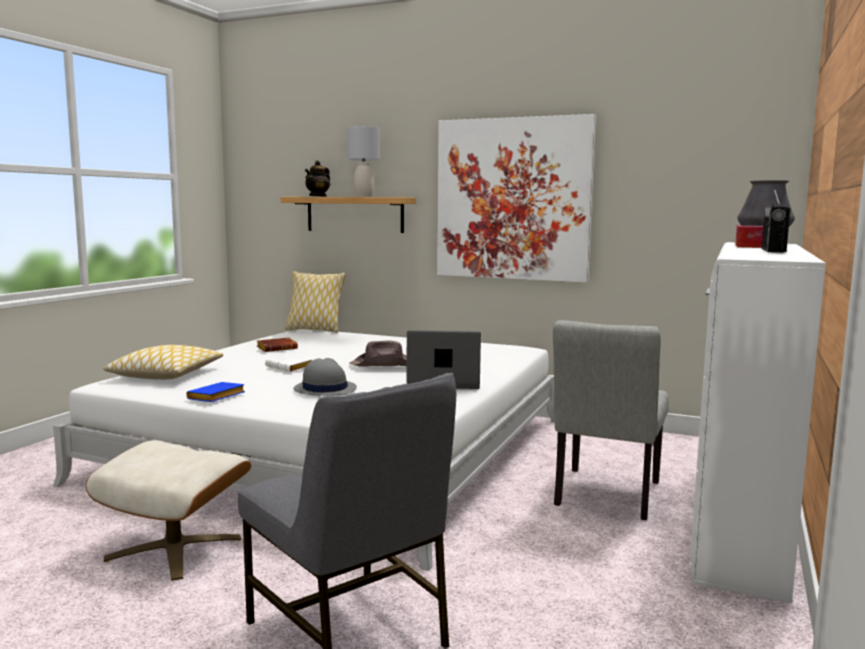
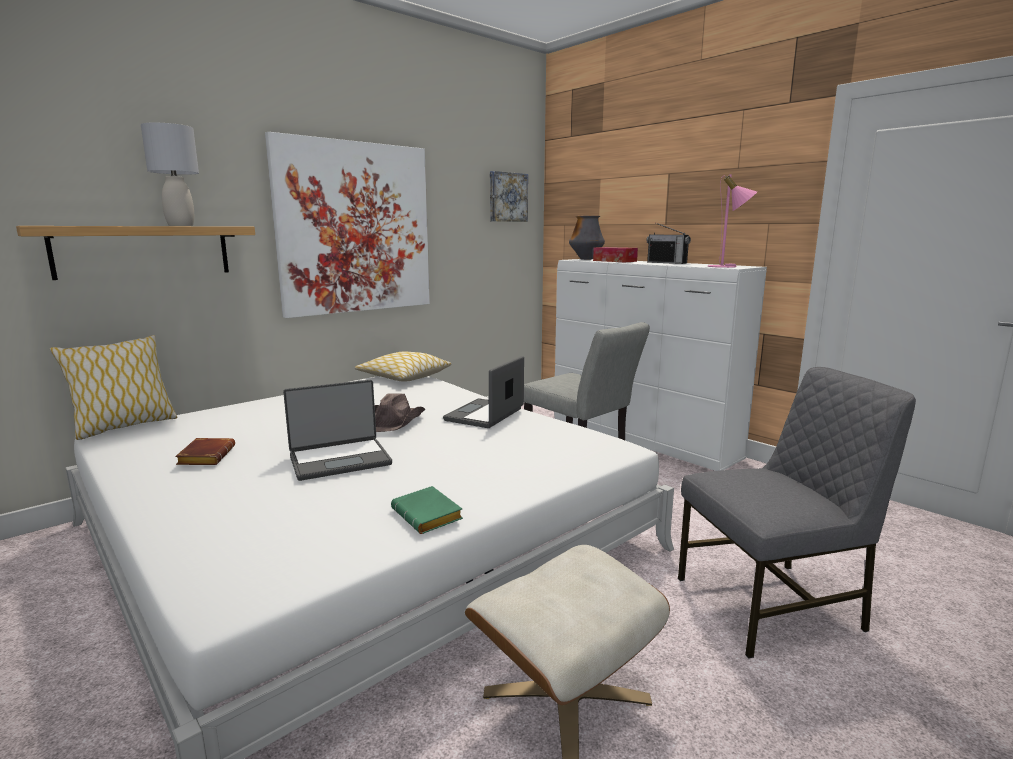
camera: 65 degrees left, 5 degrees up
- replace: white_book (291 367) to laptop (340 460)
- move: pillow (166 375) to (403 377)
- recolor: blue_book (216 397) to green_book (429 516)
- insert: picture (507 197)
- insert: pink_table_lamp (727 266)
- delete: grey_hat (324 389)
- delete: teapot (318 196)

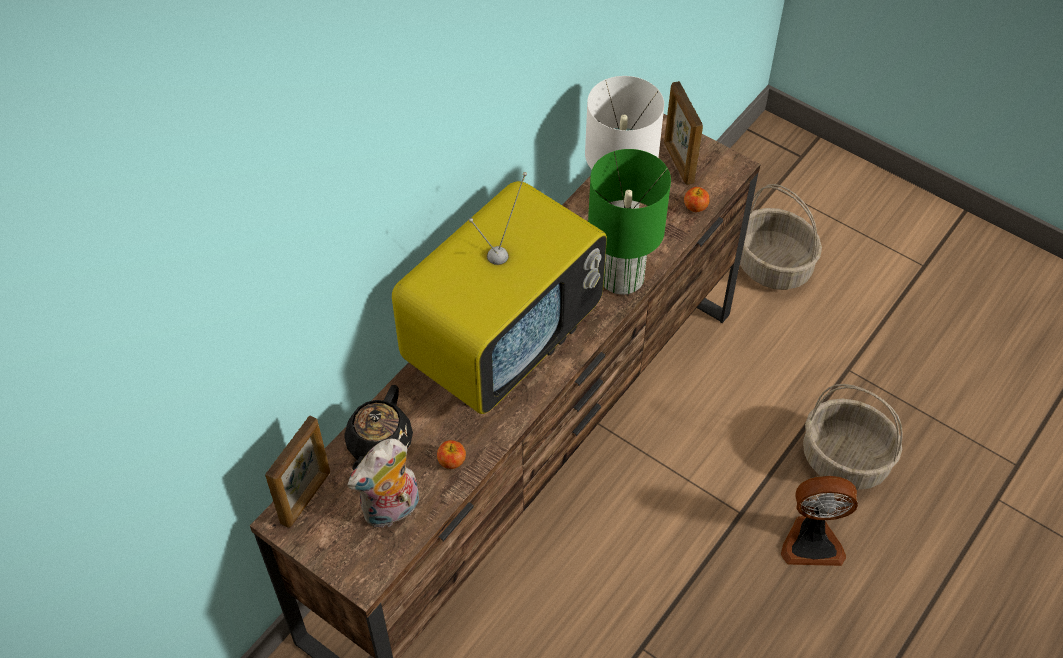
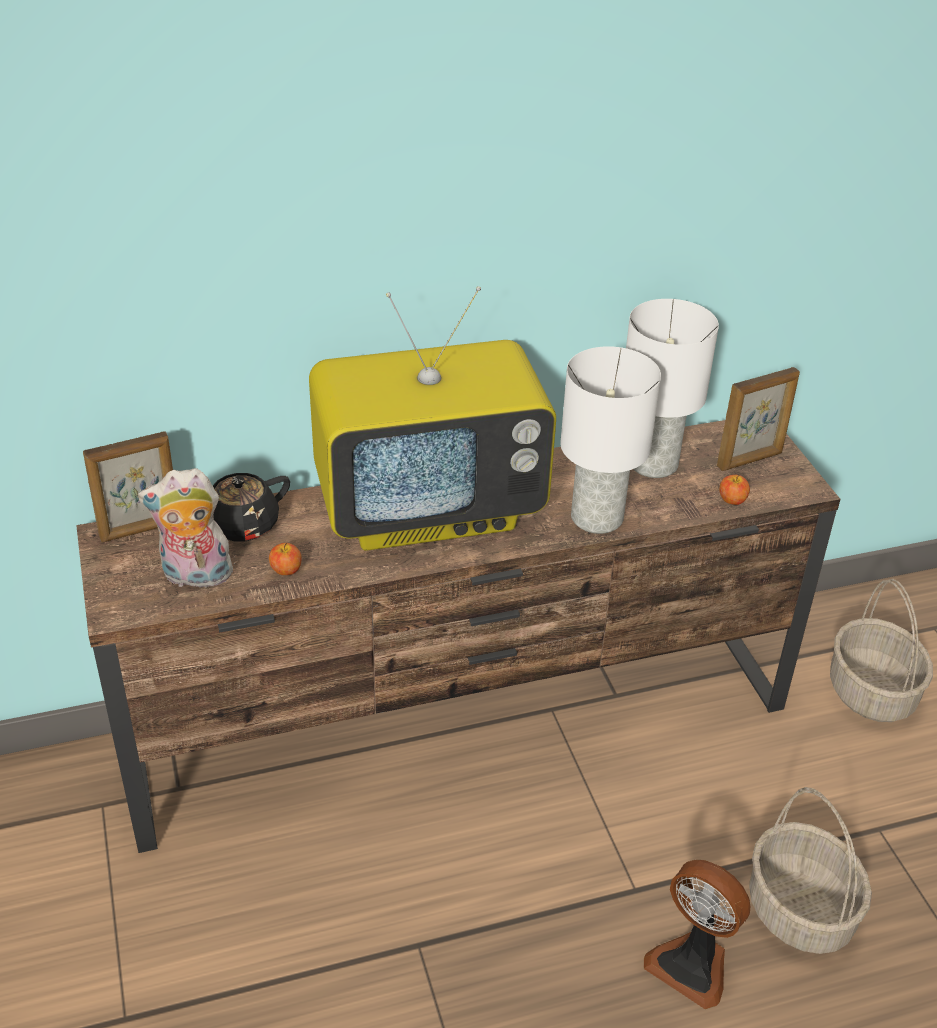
camera: 35 degrees right, 15 degrees down
- recolor: green_table_lamp (621 278) to white_table_lamp (595 518)
- rotate: picture_frame (678 163) = (750 460) 135 degrees counterclockwise

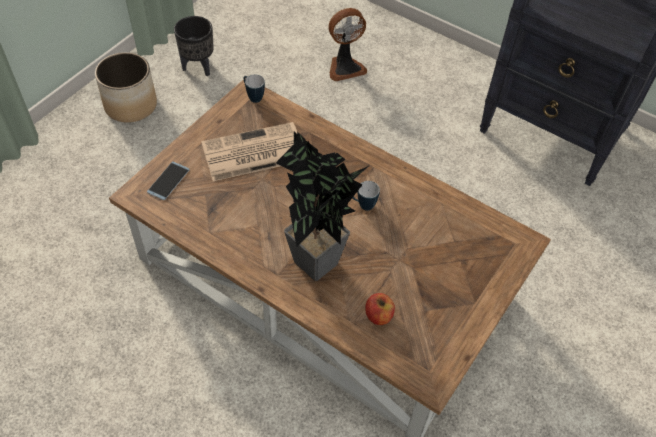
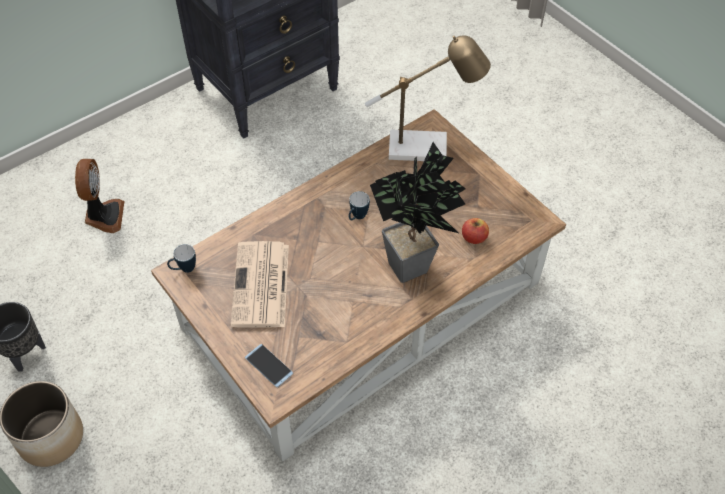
camera: 70 degrees left, 0 degrees up
- insert: table_lamp (426 147)

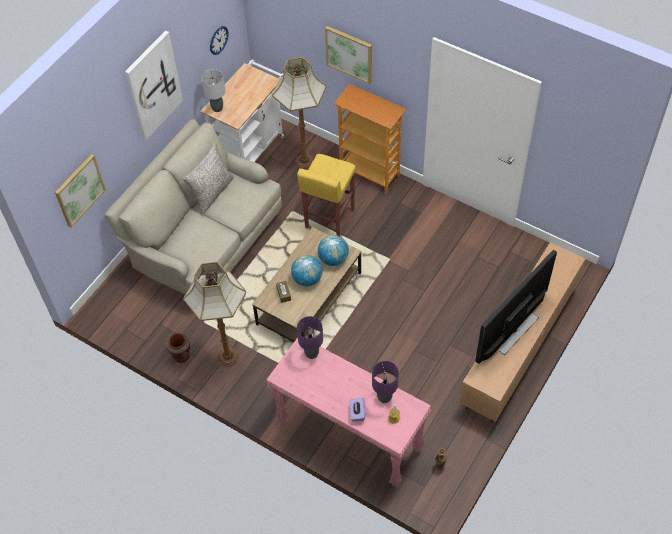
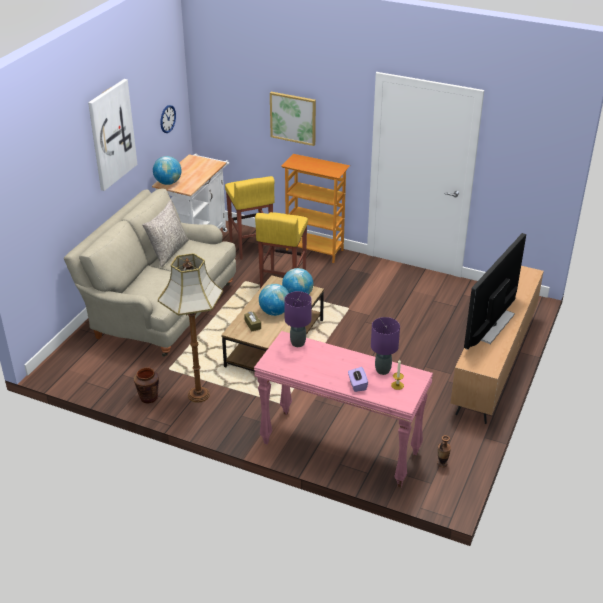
camera: 10 degrees left, 20 degrees down
- replace: grey_table_lamp (217 108) to globe (168 183)
- replace: floor_lamp (304 162) to yellow_stool (250 247)
- delete: picture (79 190)

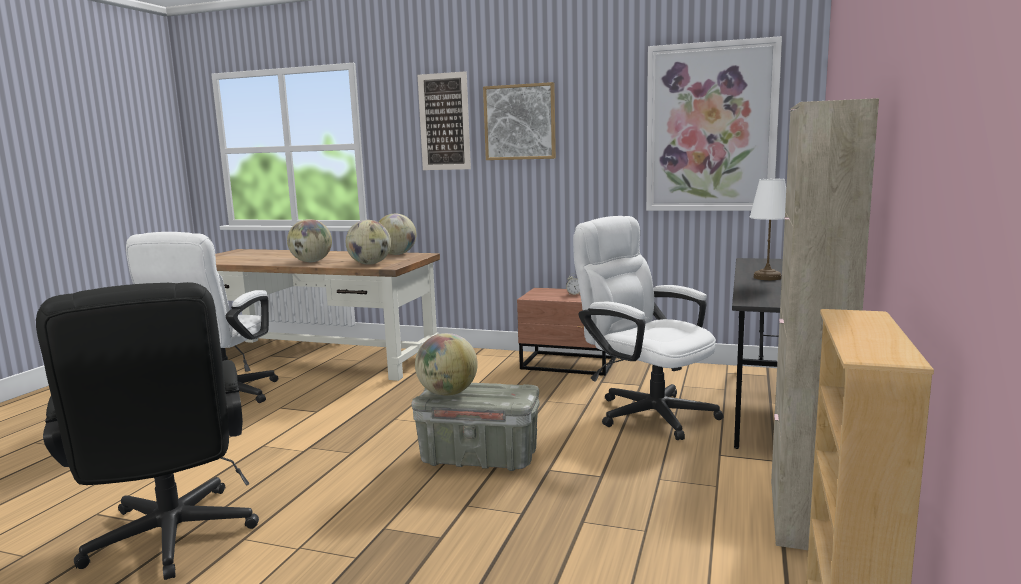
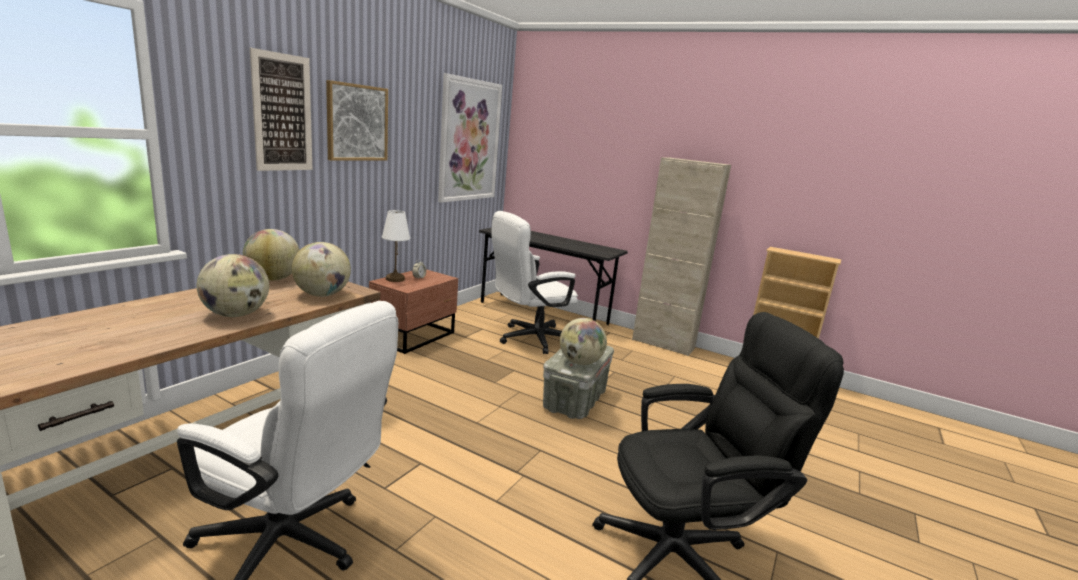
camera: 80 degrees left, 5 degrees up
- move: white_table_lamp (766 277) to (394 279)

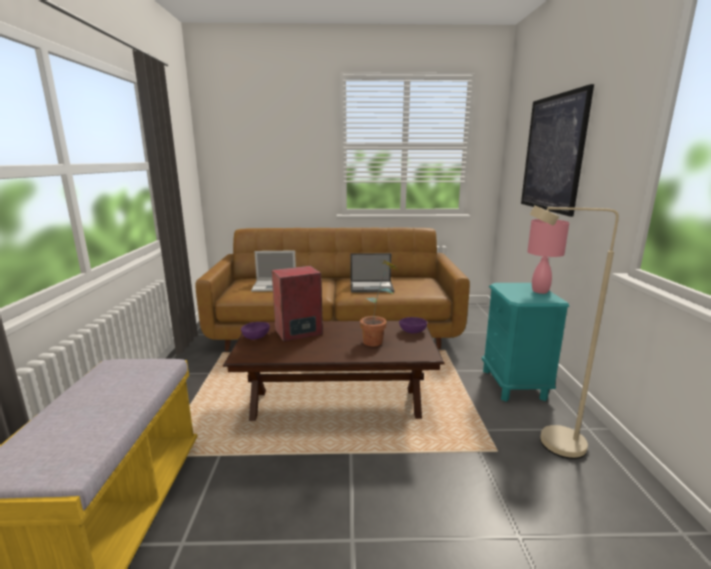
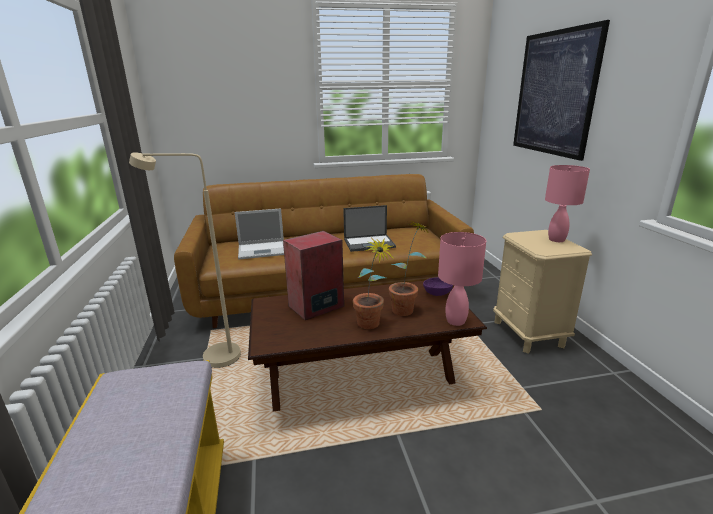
camera: 10 degrees left, 5 degrees up
- move: beige_floor_lamp (549 442) to (212 357)
- insert: potted_plant (371 326)
- insert: pink_table_lamp (456 320)
- recolor: turquoise_nightstand (514 384) to beige_nightstand (528 334)
- delete: purple_bowl (255 337)

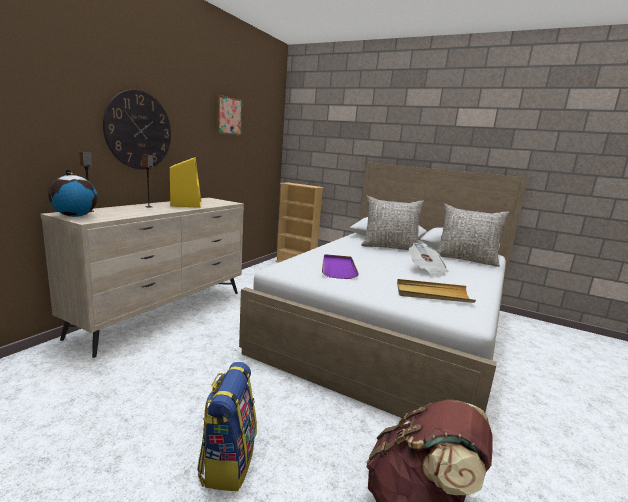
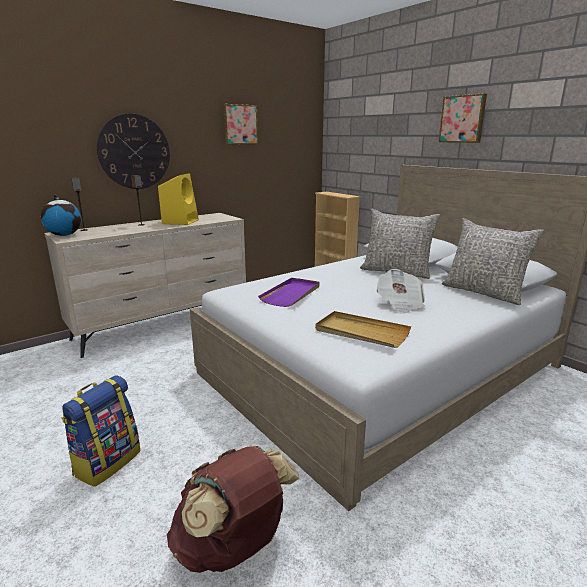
camera: 25 degrees right, 5 degrees up
- insert: picture (463 119)

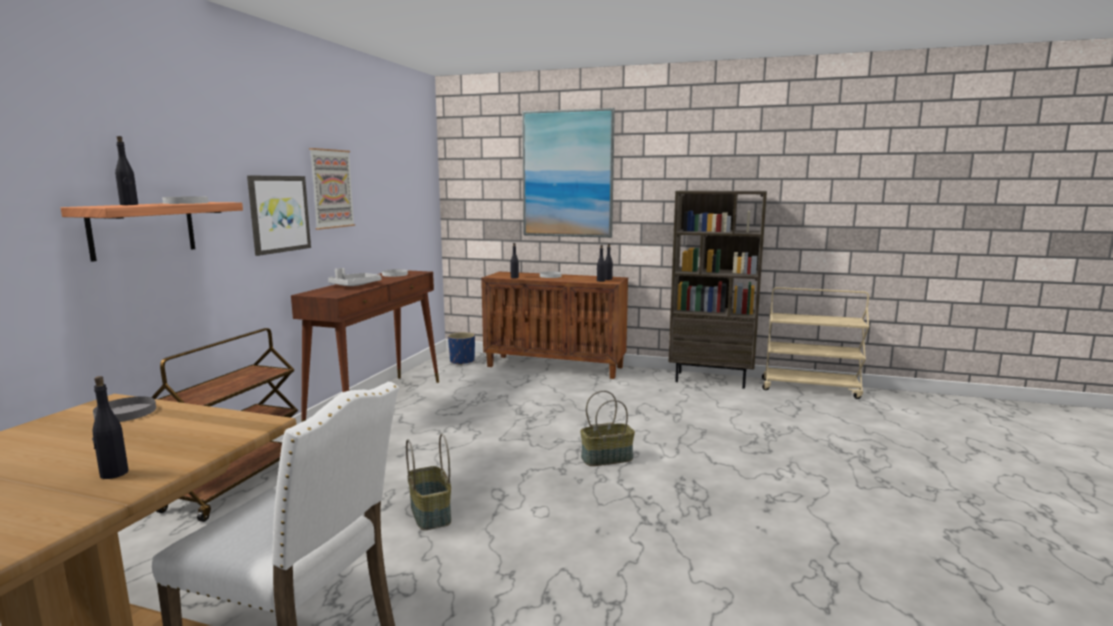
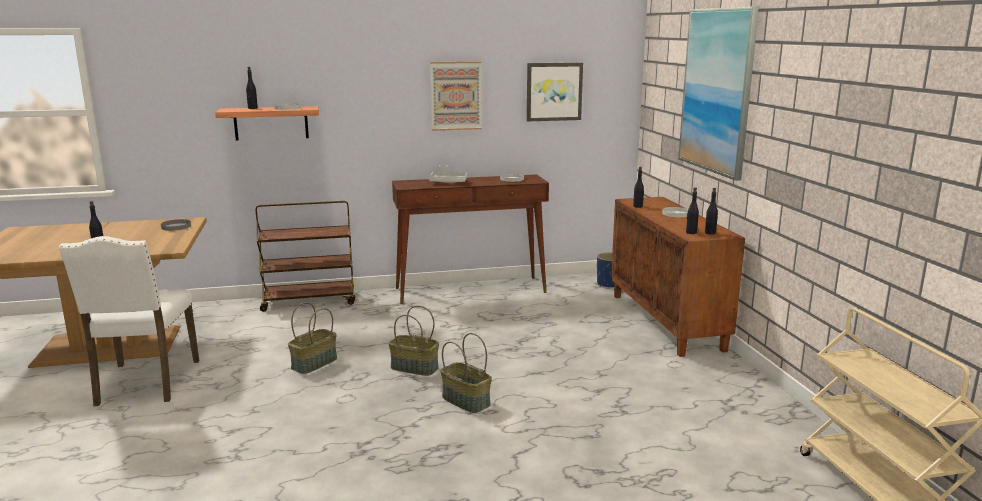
camera: 60 degrees right, 5 degrees up
- insert: basket (413 368)
- move: picture (279 214) to (554 91)
- delete: brown_bookcase (711 380)

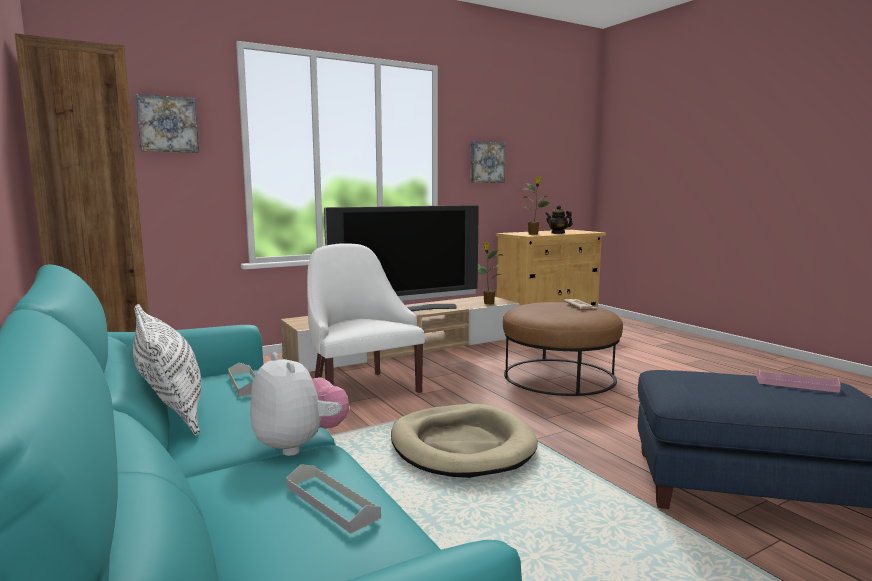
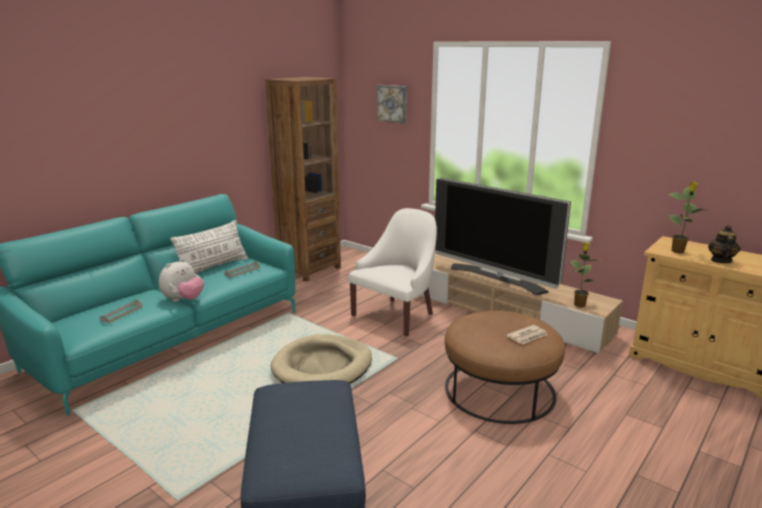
camera: 70 degrees right, 10 degrees up
- delete: picture (486 162)
- delete: pink_tray (796 384)

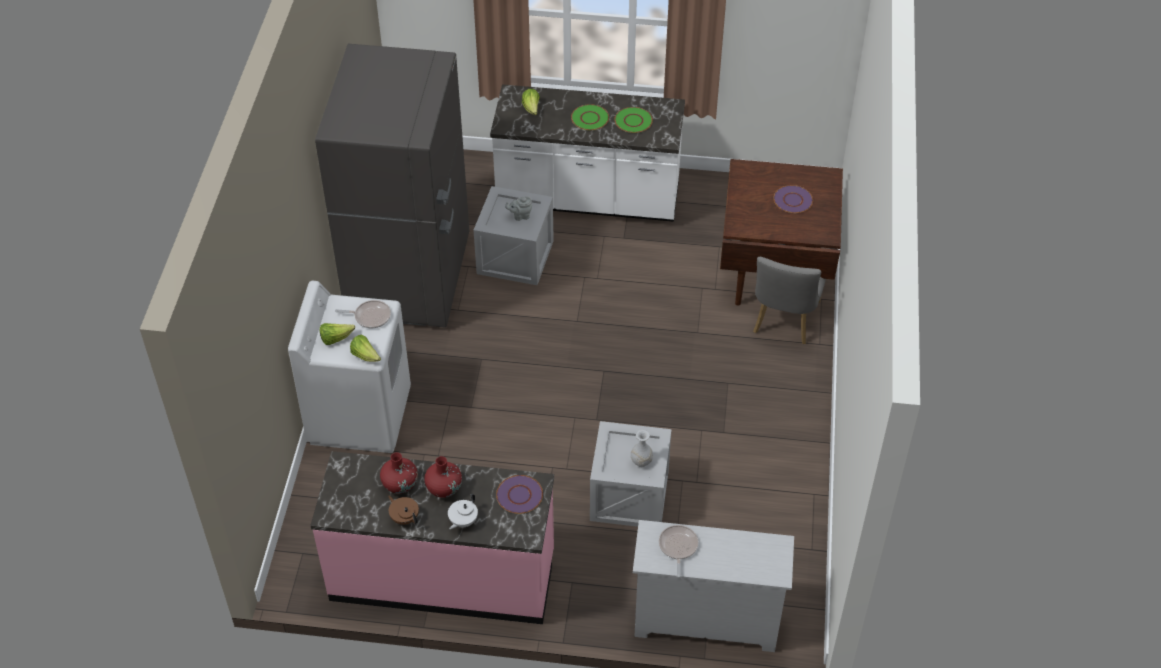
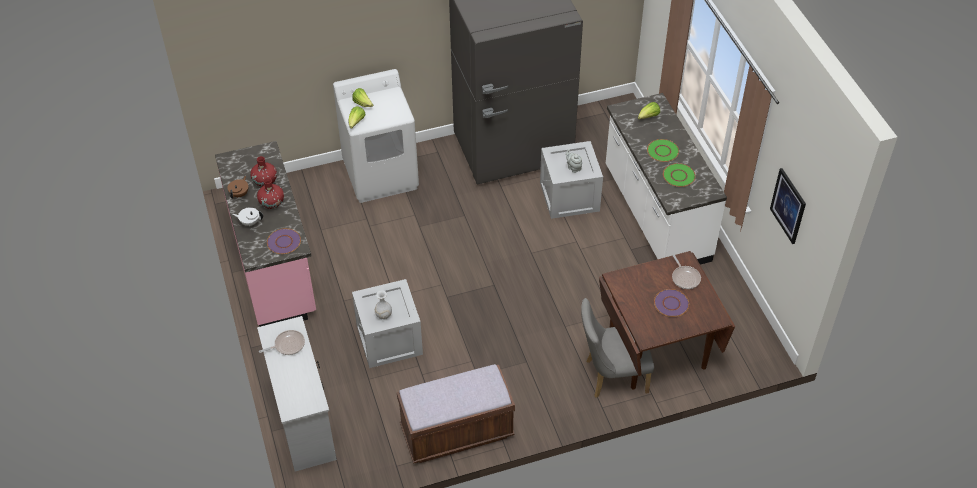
camera: 65 degrees right, 0 degrees up
- insert: brown_bench (457 432)
- move: frying_pan (370 316) to (685 278)
- insert: picture (788 206)

